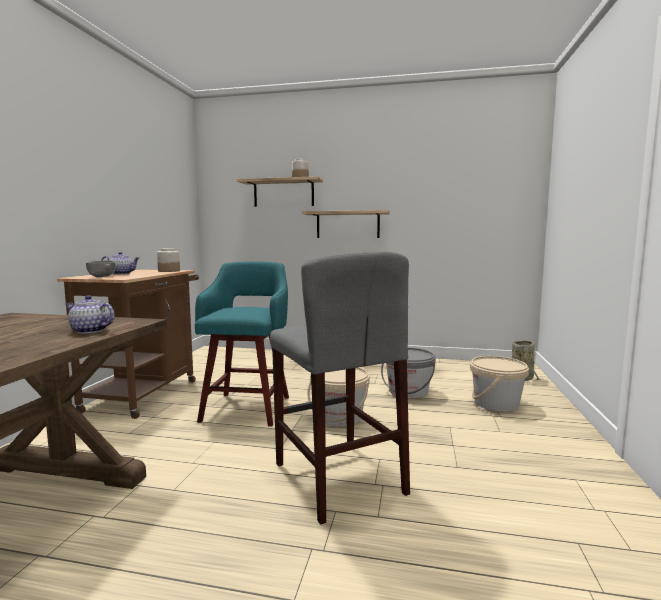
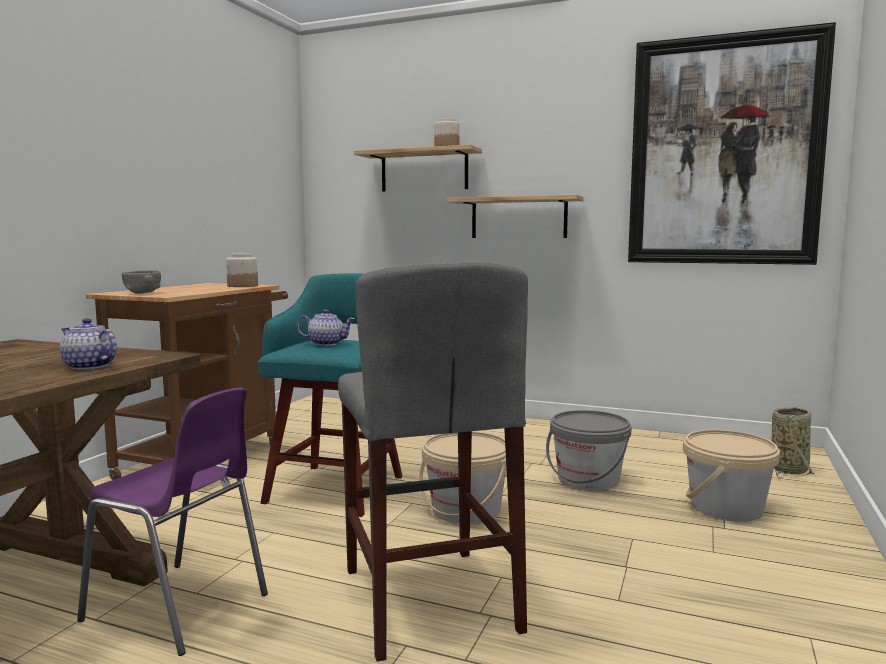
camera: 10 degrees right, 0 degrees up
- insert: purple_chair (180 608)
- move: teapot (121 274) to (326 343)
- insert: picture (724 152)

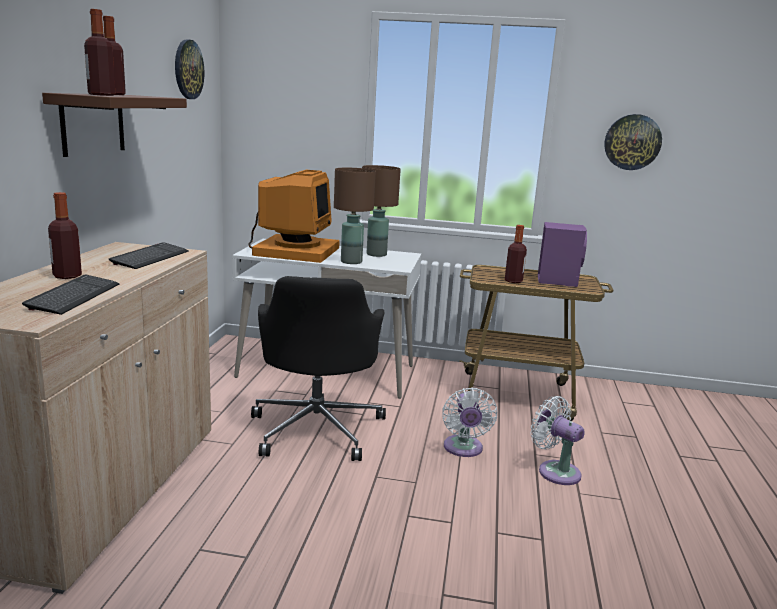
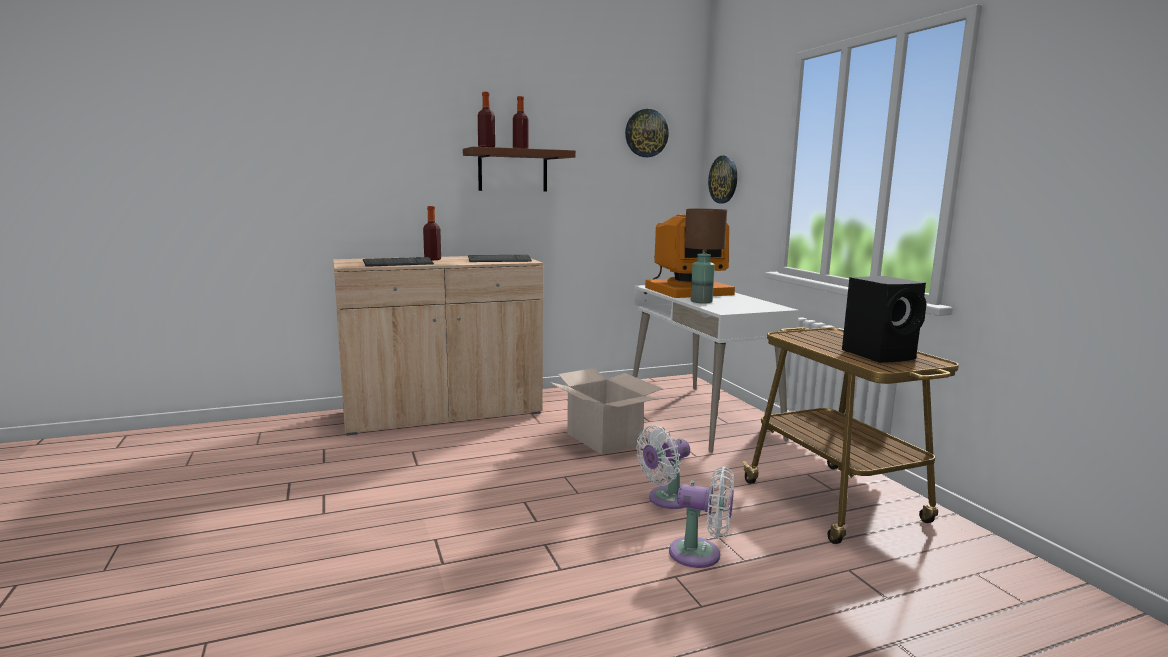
camera: 60 degrees right, 5 degrees down
- replace: black_office_chair (317 428) to cardboard_box (603 439)
- rotate: white_fan (555 471) = (700 554) 90 degrees clockwise
- move: wall_clock (632 142) to (723 179)
- recolor: purple_speaker (557 280) to black_speaker (880 355)
- delete: brown_table_lamp (376 254)
- delete: bottle (513 281)

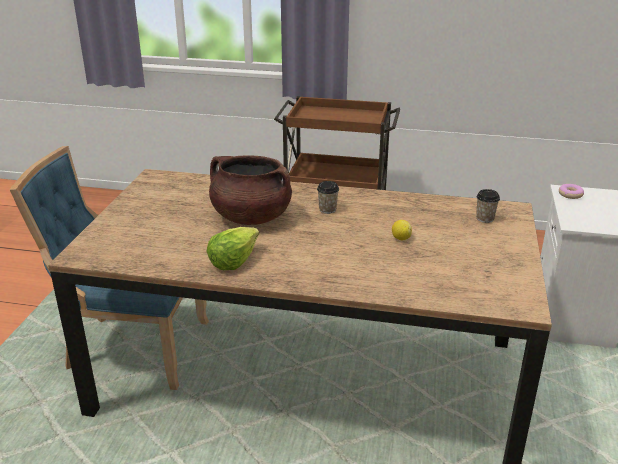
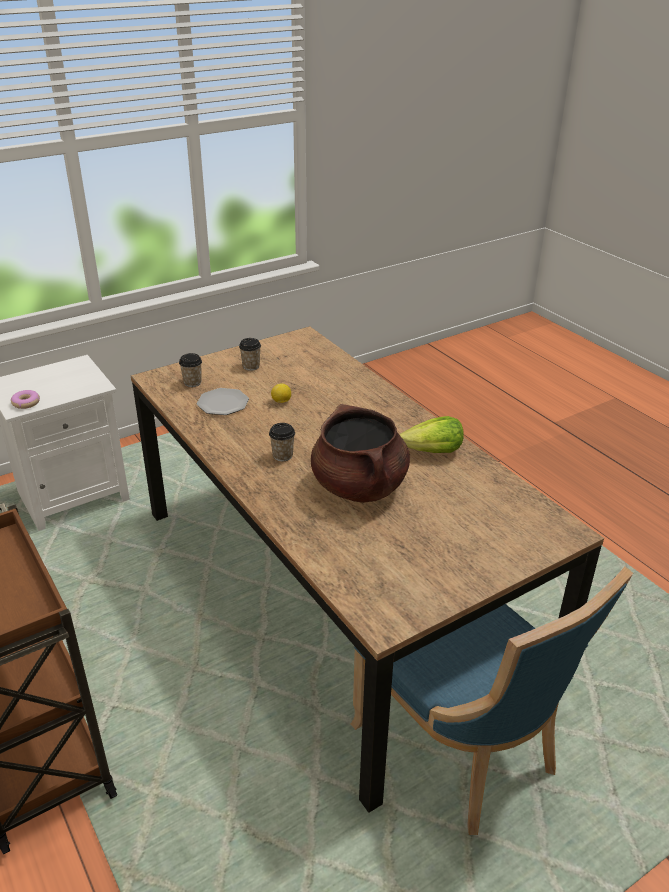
camera: 135 degrees left, 5 degrees up
- insert: plate (223 403)
- insert: cup (251 366)

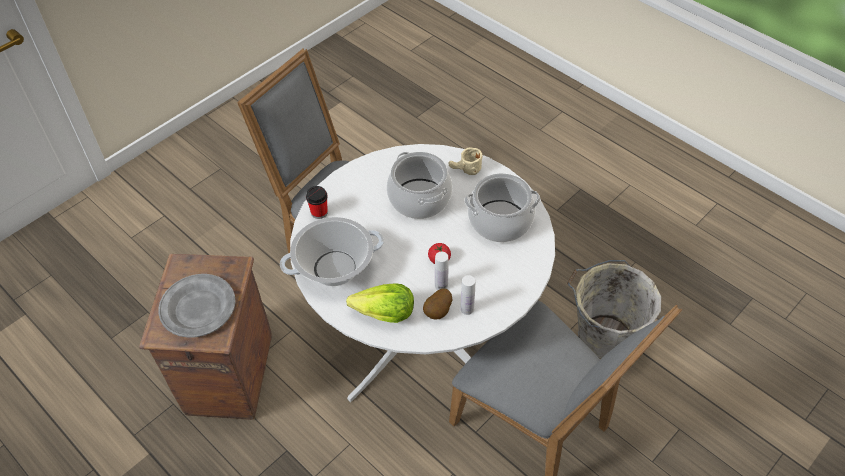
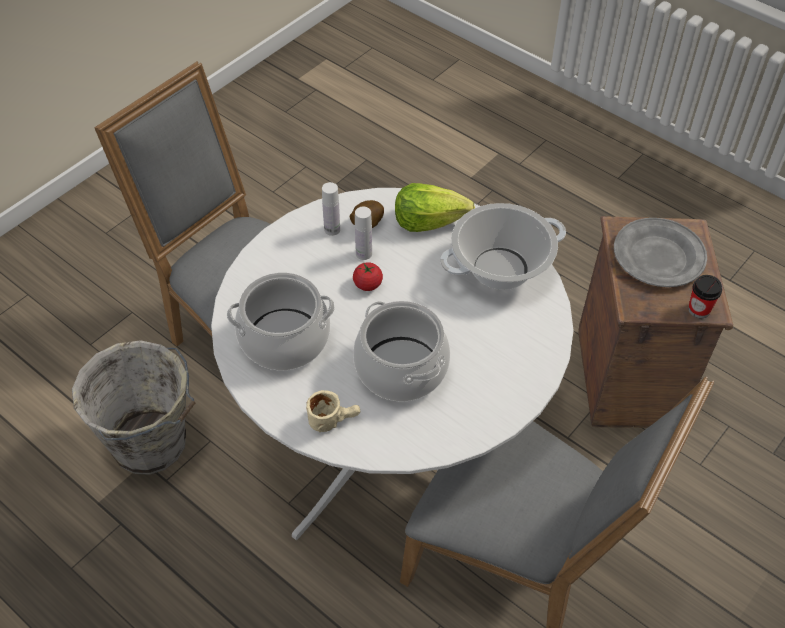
camera: 175 degrees right, 0 degrees up
- move: cup (319 212) to (699 309)

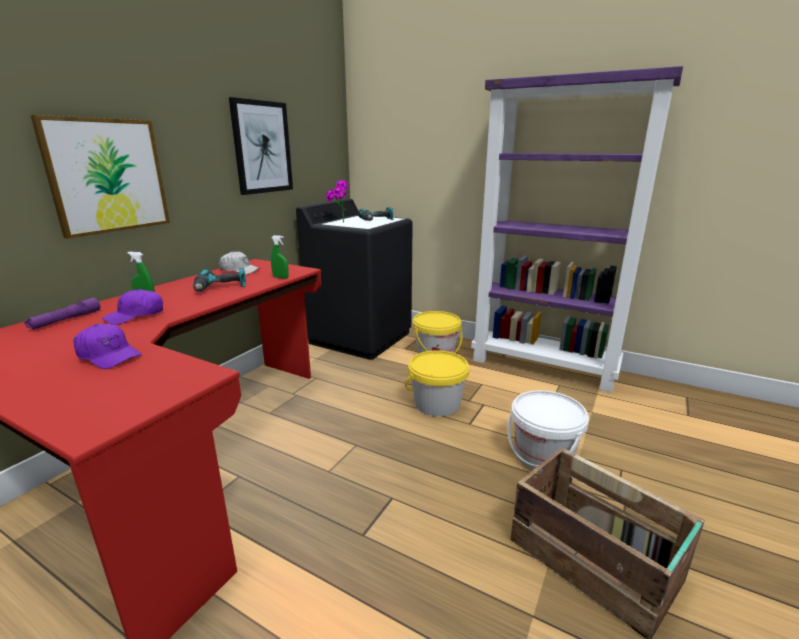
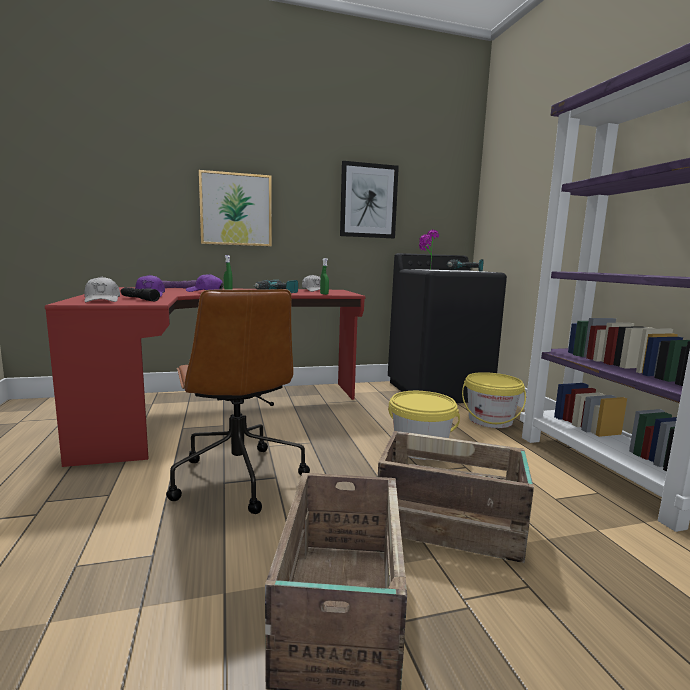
camera: 45 degrees right, 10 degrees down
- insert: white_cap (102 300)
- insert: black_flashlight (139 299)
- insert: brown_office_chair (237 477)
- replace: white_bucket (542 456) to crate (451 524)

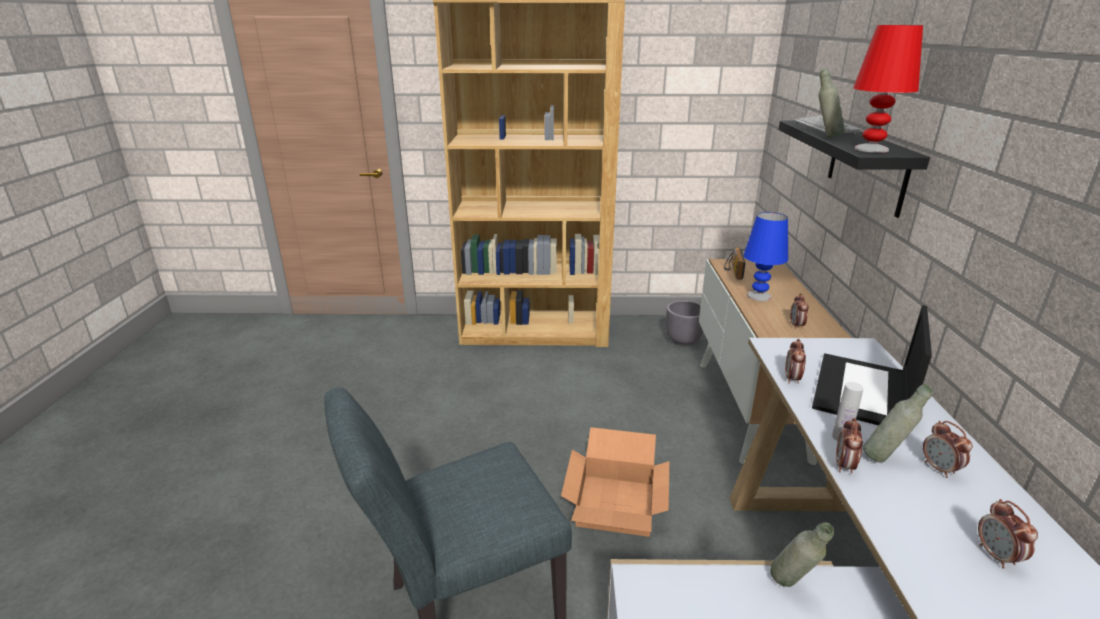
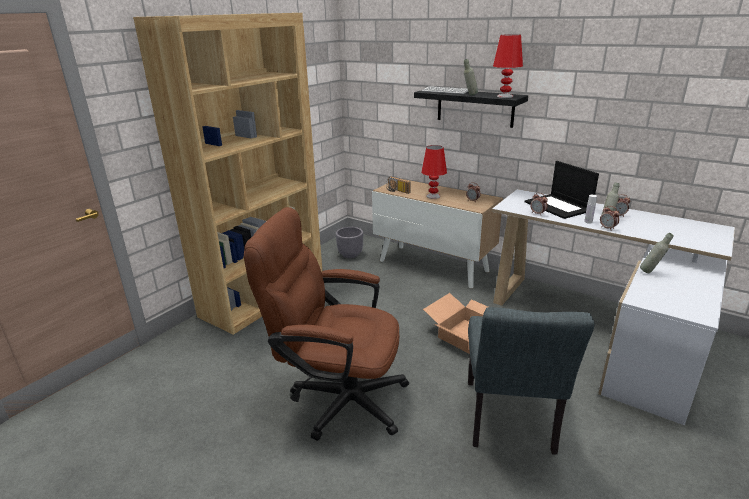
camera: 55 degrees left, 0 degrees up
- insert: brown_office_chair (338 398)
- recolor: blue_table_lamp (759 296) to red_table_lamp (433 196)
- delete: alarm_clock (997 556)

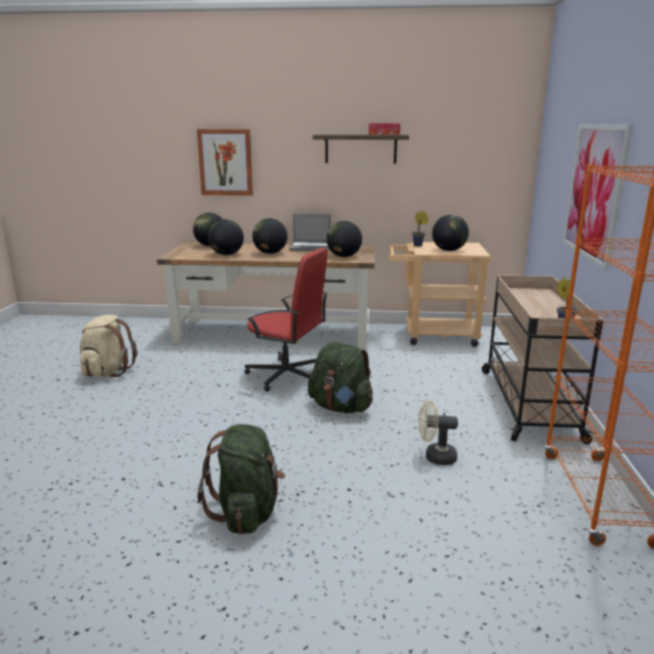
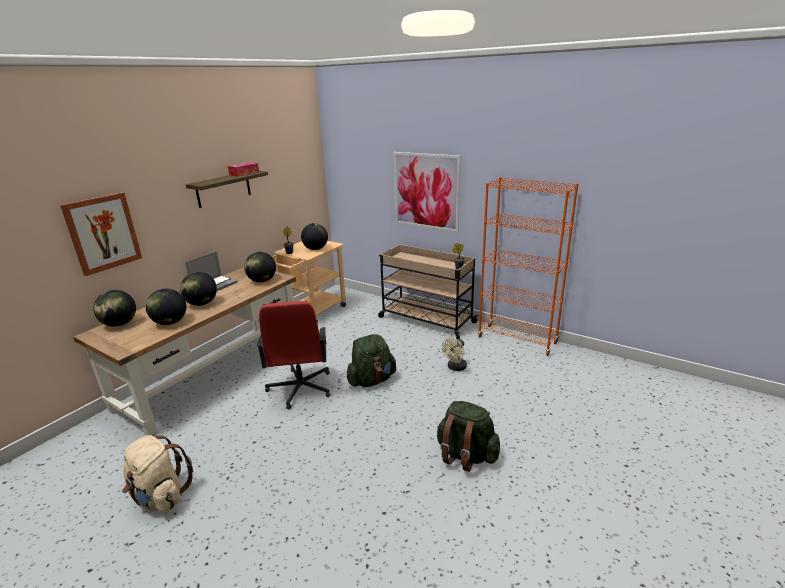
camera: 60 degrees left, 5 degrees up
- rotate: red_office_chair (287 375) = (300 388) 120 degrees clockwise

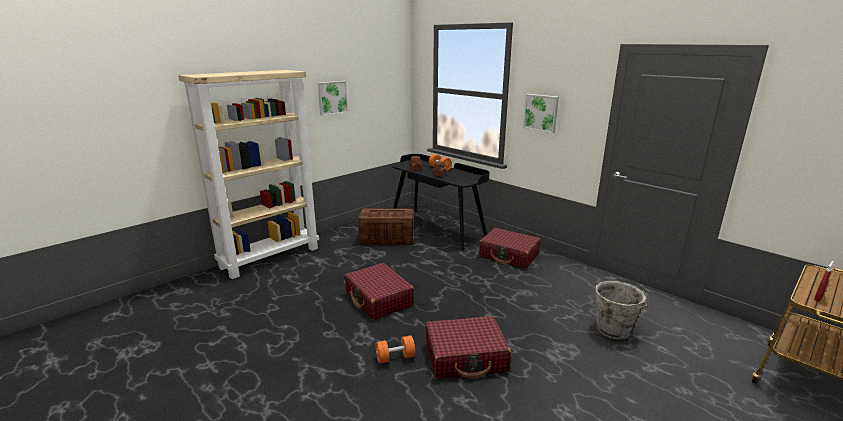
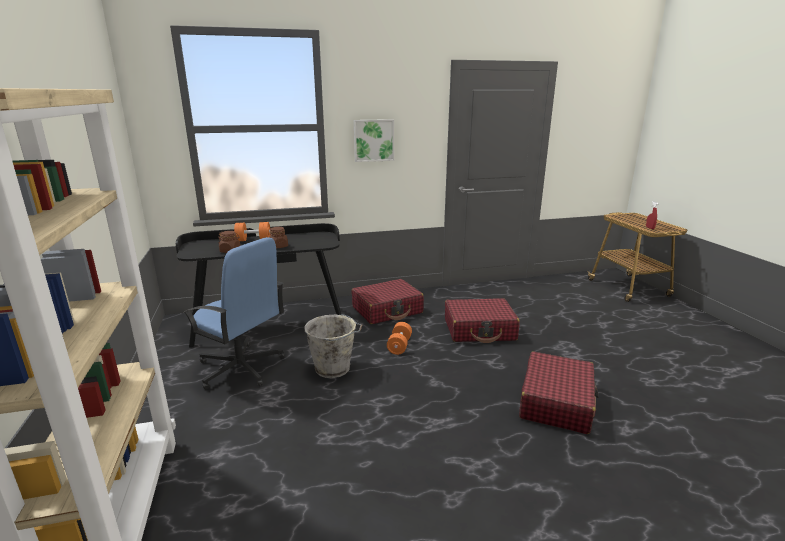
camera: 60 degrees left, 0 degrees up
- replace: crate (386 238) to blue_office_chair (241 368)
- move: grey_bucket (614 330) to (334 368)
- move: orange_dumbbell (395 357) to (399 346)
- move: red_suitcase (379 299) to (479 330)
- delete: picture (332 97)

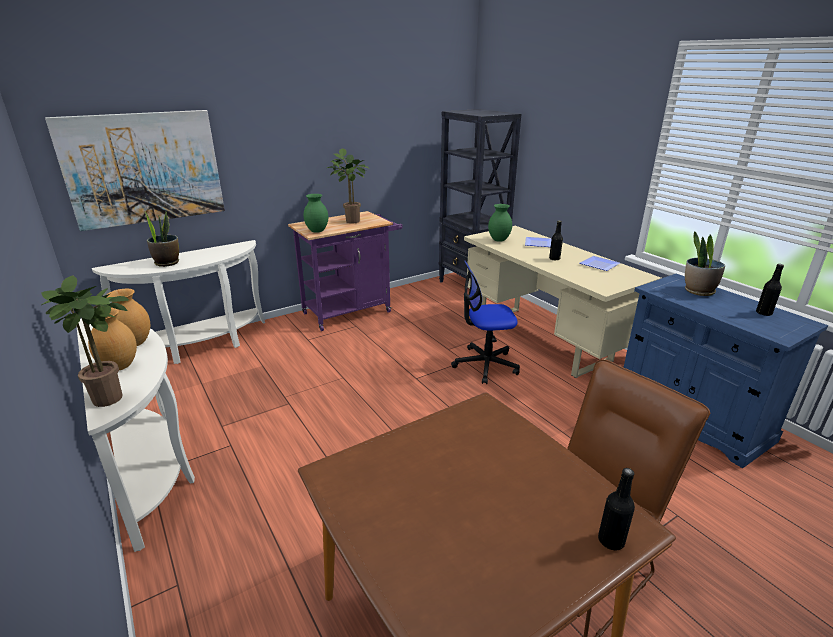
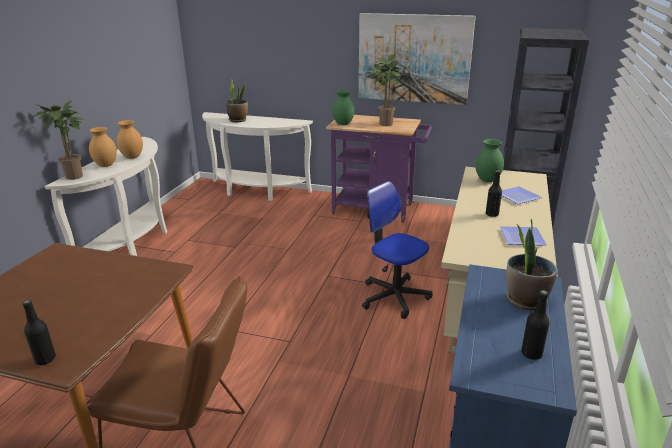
camera: 50 degrees right, 0 degrees up
- move: picture (144 168) to (413 59)

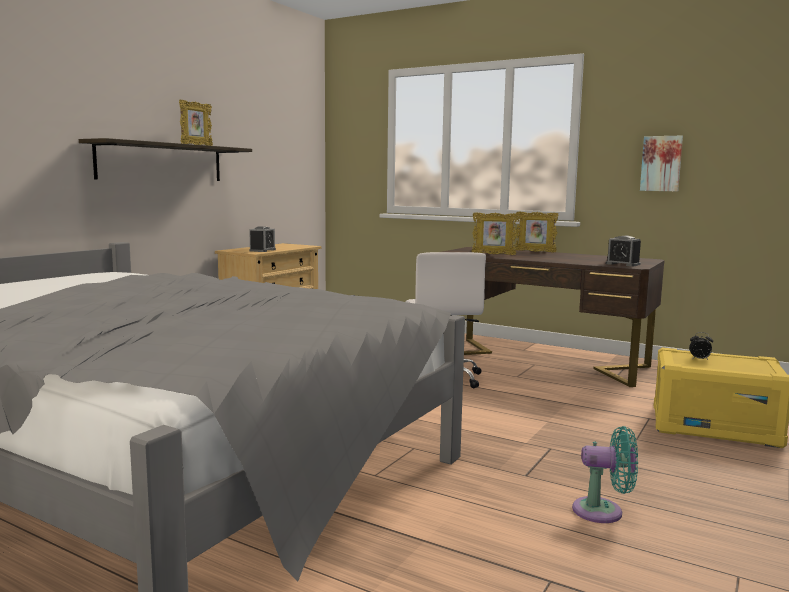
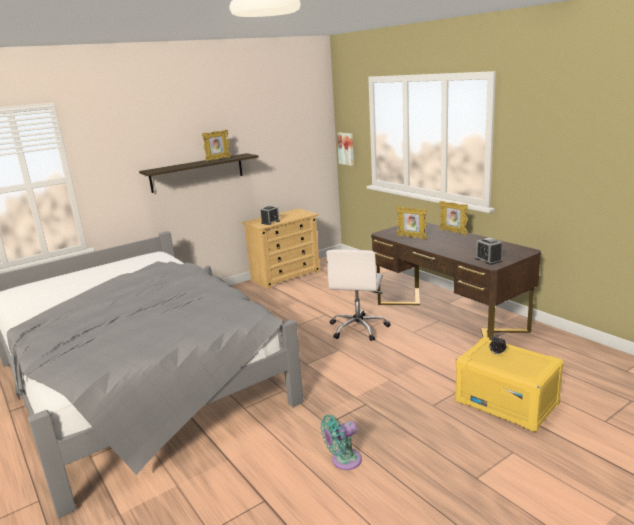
camera: 25 degrees right, 10 degrees up
- rotate: turquoise_fan (603 511) = (343 461) 120 degrees clockwise
- move: picture (661 163) to (346 148)

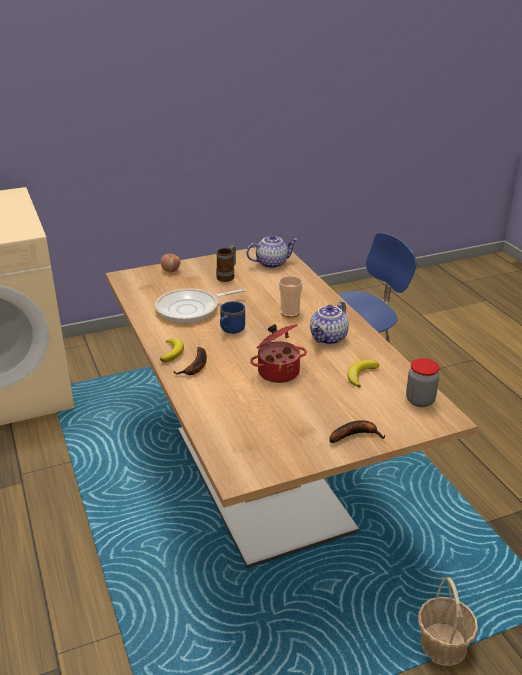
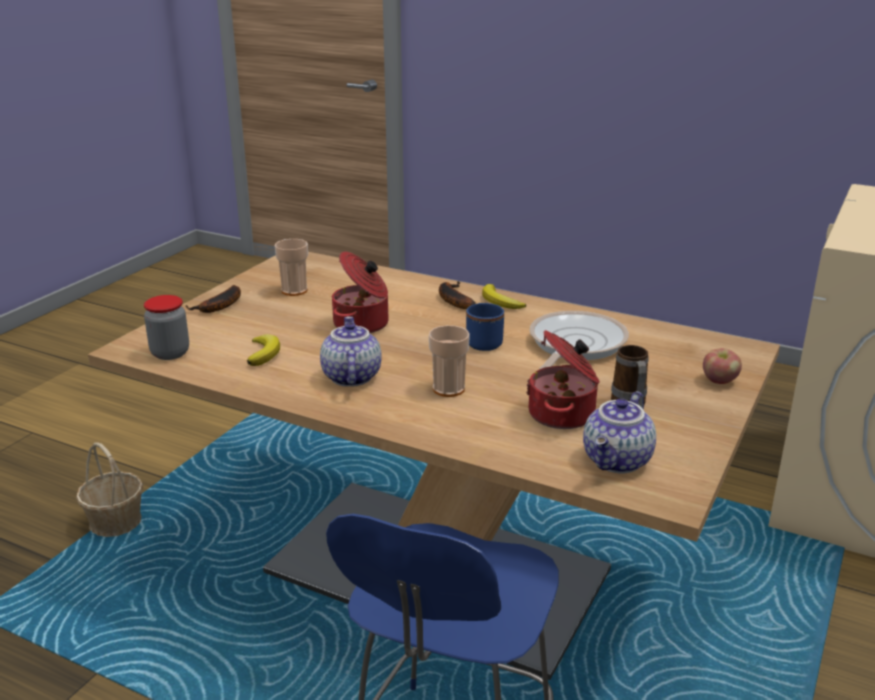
camera: 140 degrees right, 5 degrees down
- insert: cup (294 290)
- insert: cooking_pot (563 414)

